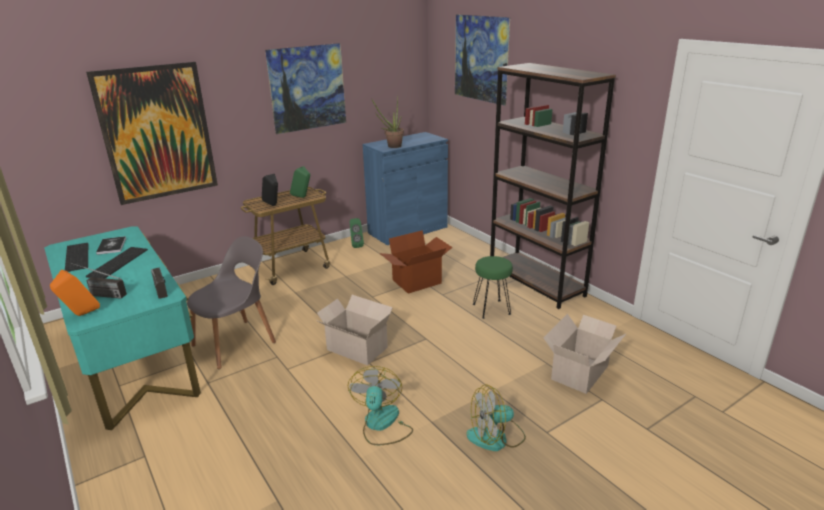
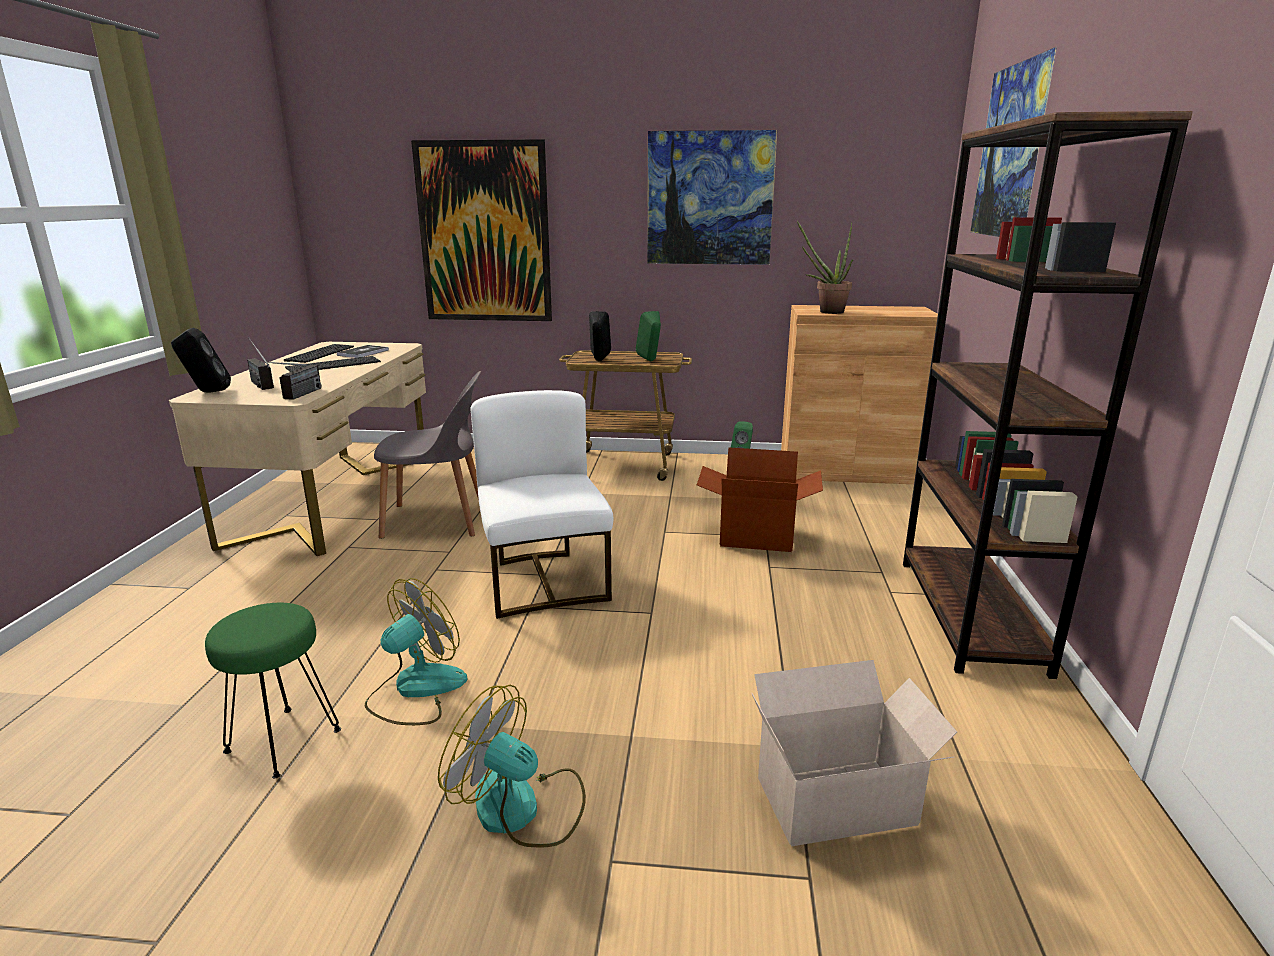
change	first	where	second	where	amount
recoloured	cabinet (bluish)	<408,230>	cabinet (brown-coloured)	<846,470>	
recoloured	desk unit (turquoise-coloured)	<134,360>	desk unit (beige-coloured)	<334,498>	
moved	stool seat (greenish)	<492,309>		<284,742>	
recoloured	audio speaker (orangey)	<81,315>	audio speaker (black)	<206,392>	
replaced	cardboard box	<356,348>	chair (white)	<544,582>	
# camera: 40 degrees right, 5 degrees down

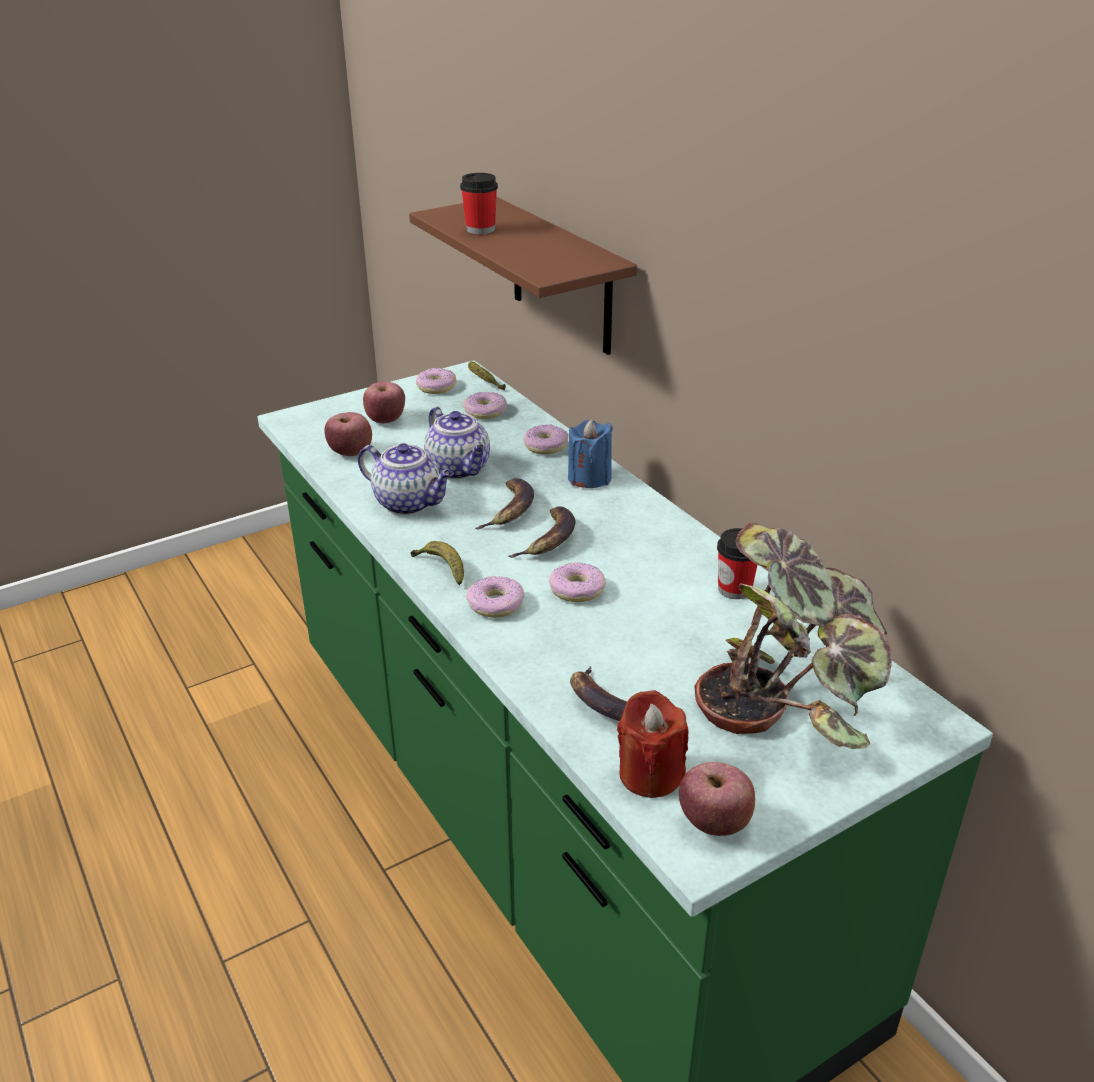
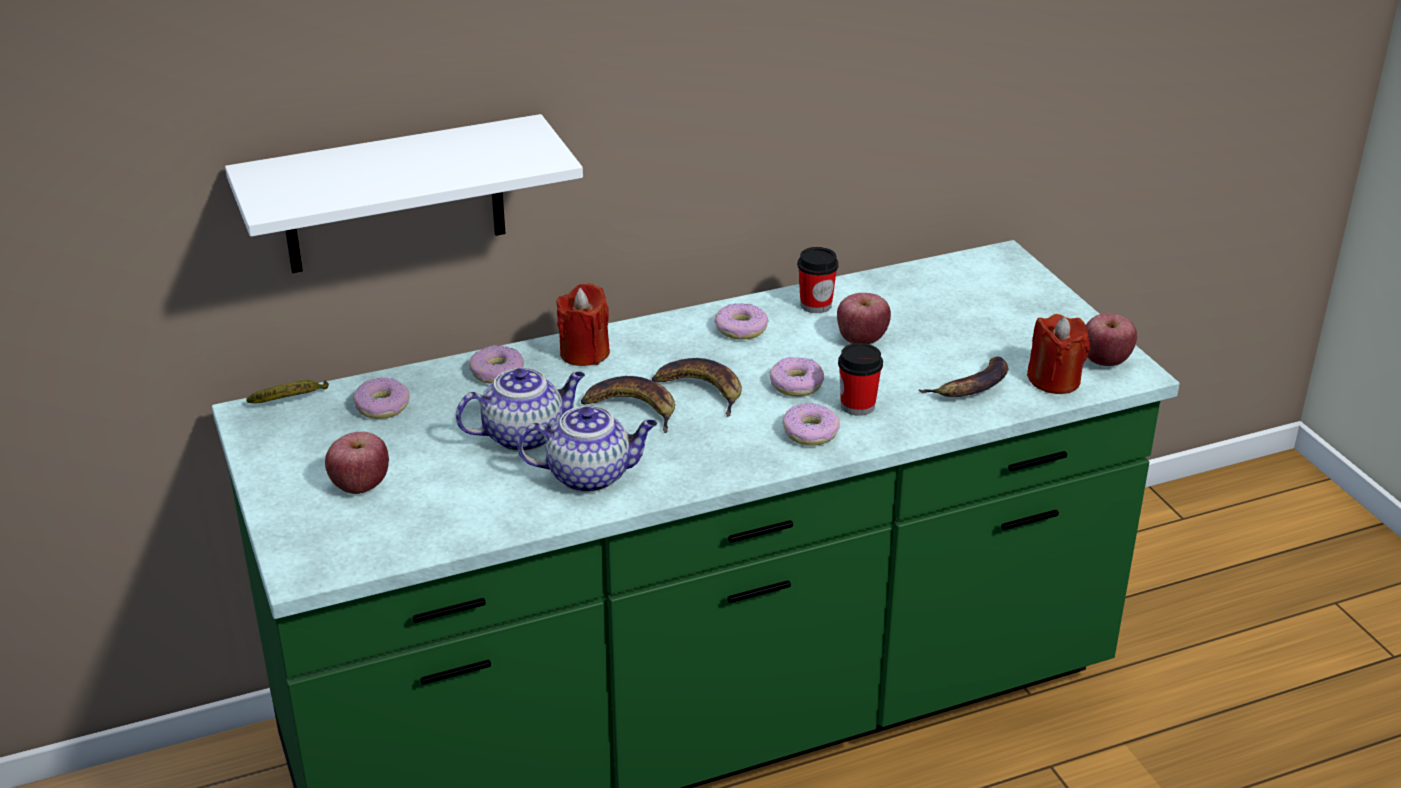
change	first	where	second	where	amount
moved	cup	<480,229>		<857,406>	
recoloured	wall shelf (brown-coloured)	<561,277>	wall shelf (white)	<393,196>	
moved	donut	<436,387>		<741,329>	
moved	whole apple	<351,452>		<862,340>	
recoloured	candle (bluish)	<589,478>	candle (reddish)	<584,353>	
turned	tea pot	<409,503>		<591,475>	45 degrees clockwise
removed	potted plant	<794,690>			
removed	whole banana	<442,568>			
# camera: 80 degrees left, 0 degrees up

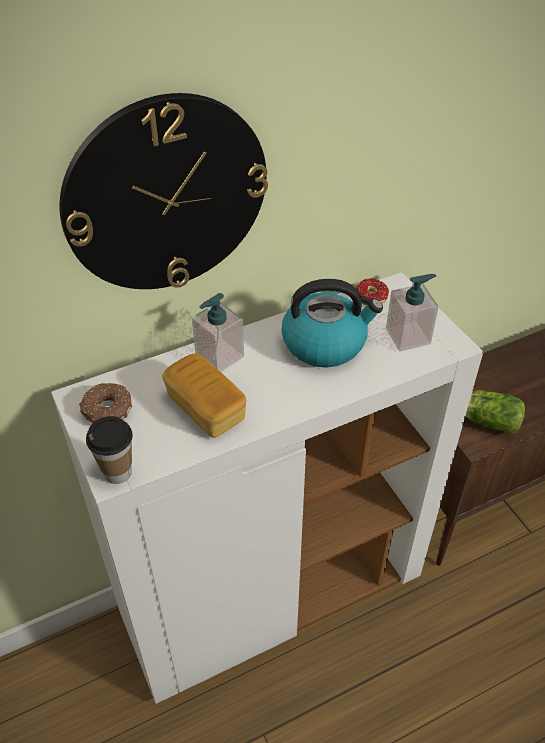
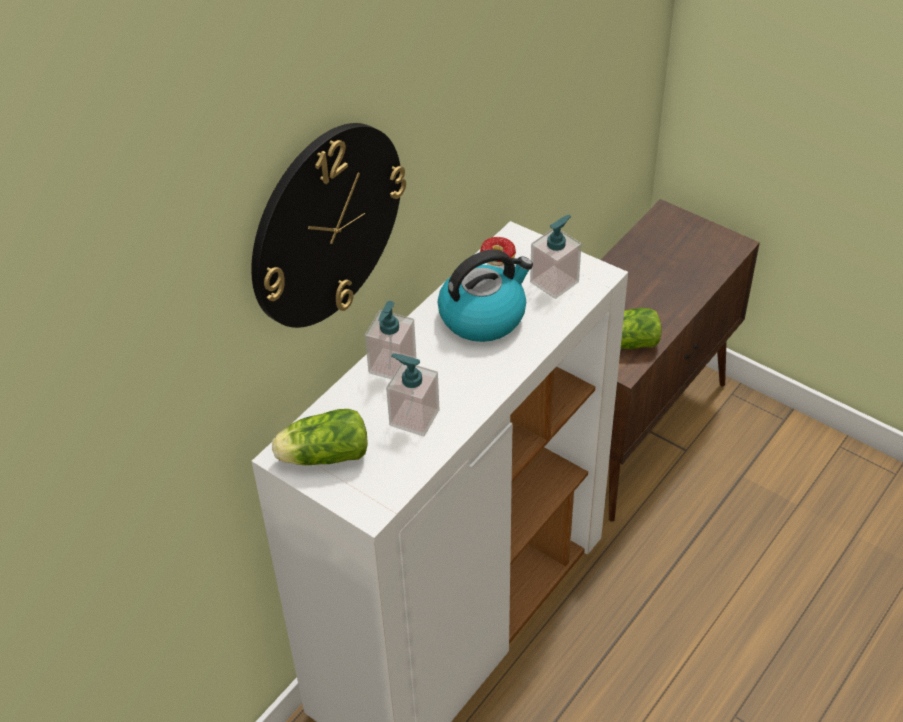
change	first	where	second	where	amount
replaced	bakery bread	<206,408>	liquid soap bottle	<414,417>	
replaced	donut	<107,410>	head of lettuce	<321,456>	
removed	cup	<118,472>			
# camera: 25 degrees left, 0 degrees up

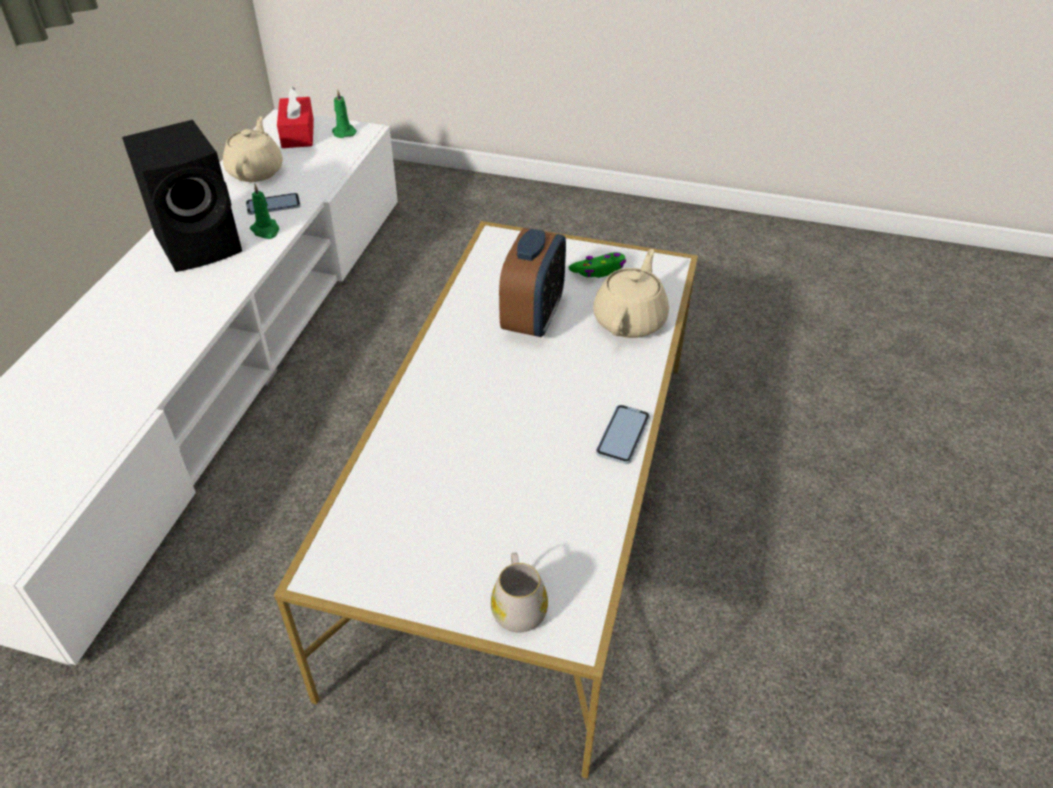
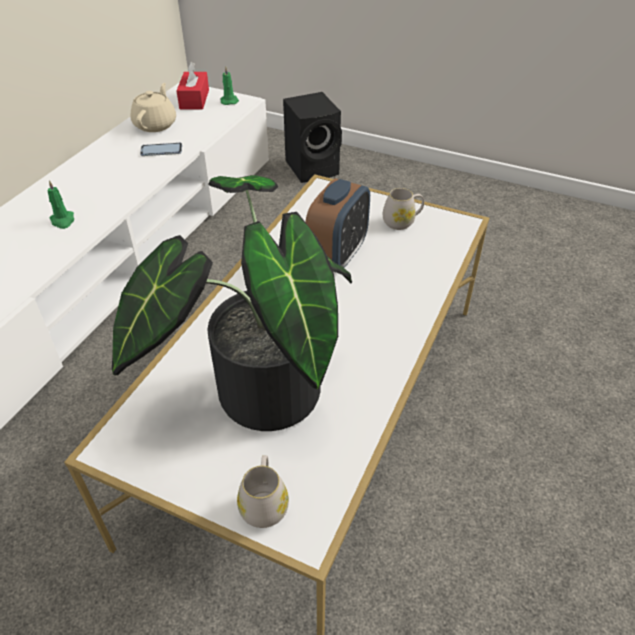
change	first	where	second	where	amount
moved	audio speaker (black)	<202,243>		<314,168>	
moved	candle (greenish)	<266,230>		<63,221>	
removed	tea pot (beige-coloured)	<630,320>			
replaced	game controller (greenish)	<599,270>	coffee mug (white)	<402,222>	
removed	phone	<623,435>			
added			potted plant	<256,391>	
# camera: 10 degrees right, 0 degrees up

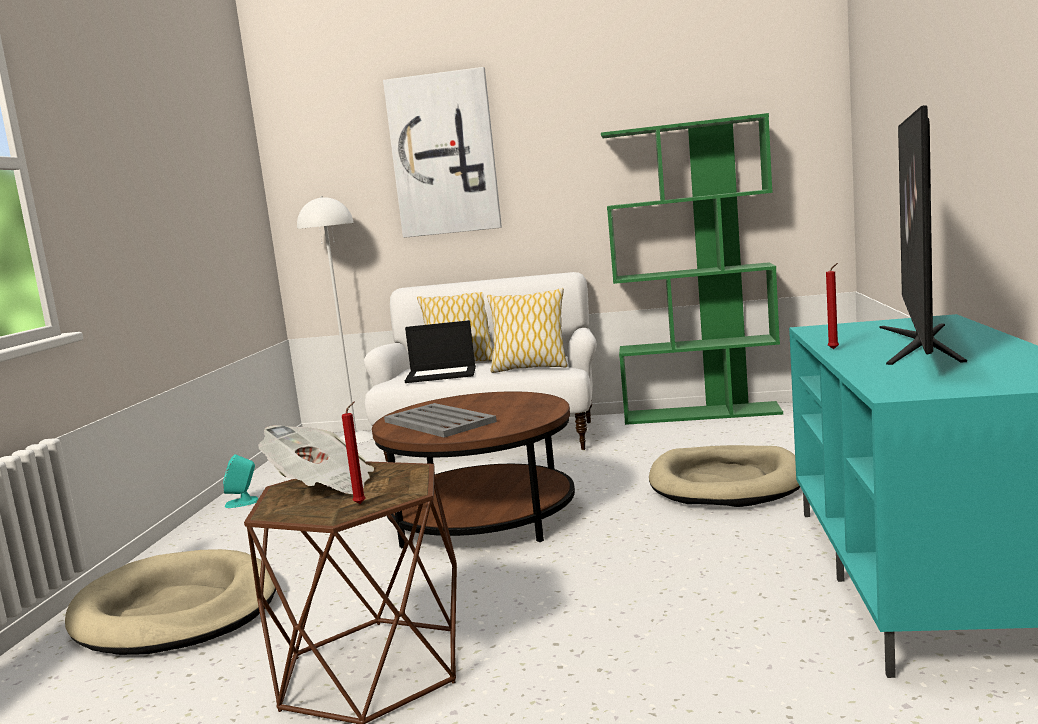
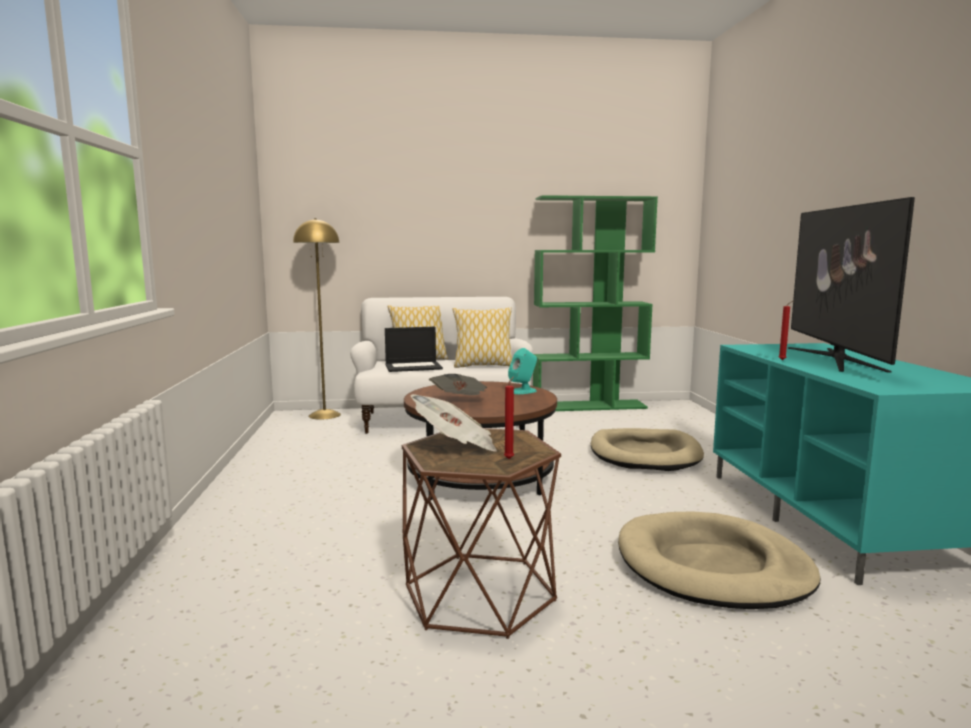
change	first	where	second	where	amount
removed	picture	<443,154>			
recoloured	standing lamp (white)	<356,438>	standing lamp (yellow-coloured)	<324,415>	
replaced	serving tray (grey)	<438,421>	daily paper	<460,401>	
moved	audio speaker (turquoise-coloured)	<242,502>		<523,391>	
moved	pet bed (beige-coloured)	<176,611>		<712,567>	
# camera: 15 degrees left, 0 degrees up

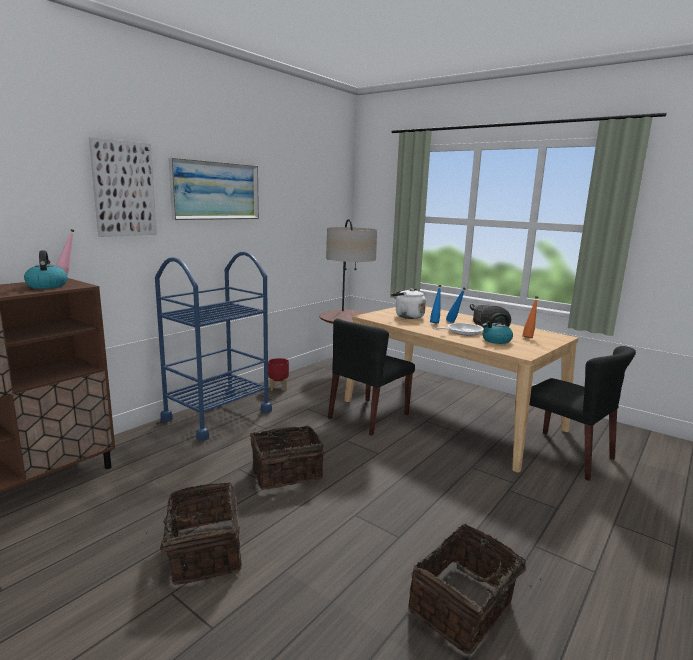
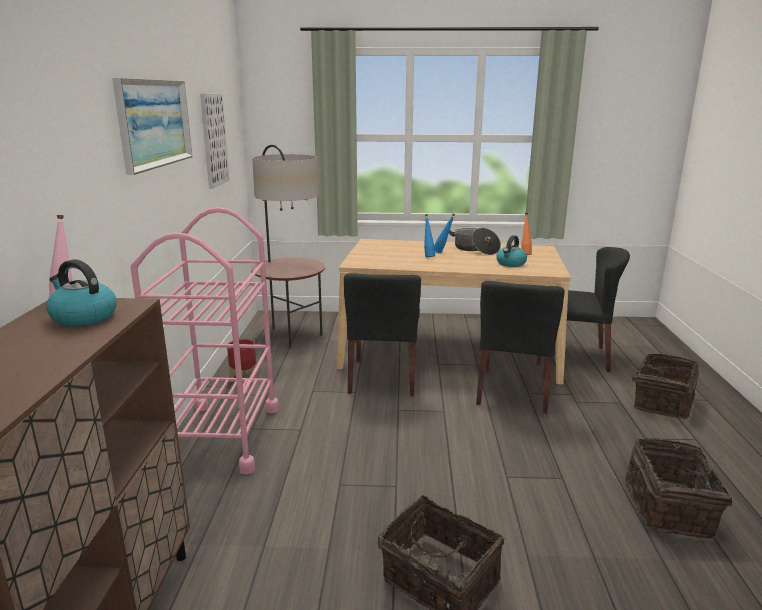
change	first	where	second	where	amount
moved	picture	<124,189>		<214,140>	
recoloured	wheeled cart (bluish)	<217,415>	wheeled cart (pinkish)	<222,436>	
removed	tea kettle (white)	<407,316>			
removed	frying pan	<461,332>			
moved	household basket	<286,473>		<661,402>	
added			chair (black)	<513,390>	
# camera: 35 degrees left, 5 degrees up

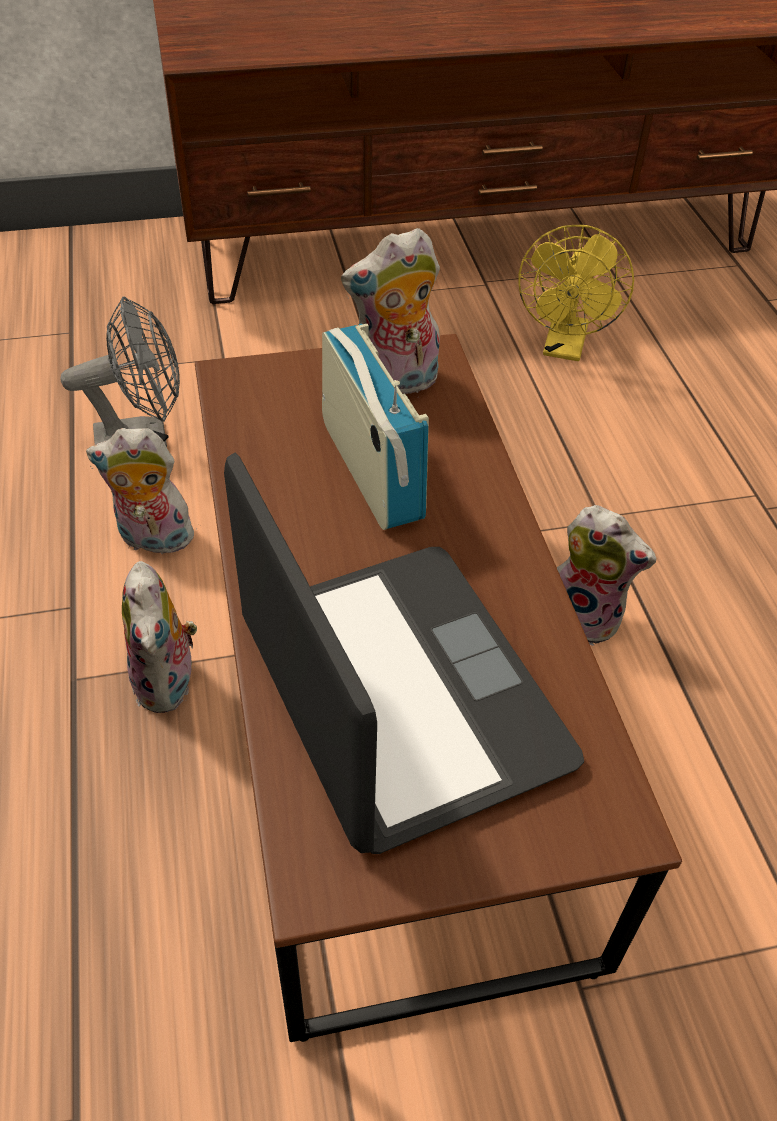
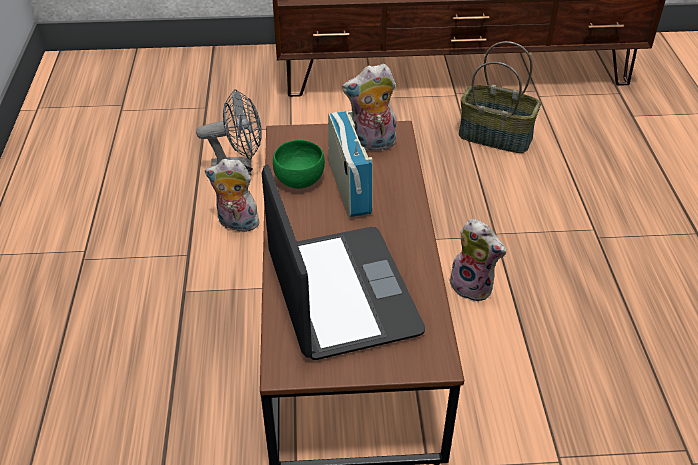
change	first	where	second	where	amount
replaced	fan (yellow-coloured)	<564,348>	household basket	<496,136>	
removed	cuddly toy	<169,683>			
added			bowl (greenish)	<299,180>	
# camera: 10 degrees right, 5 degrees down

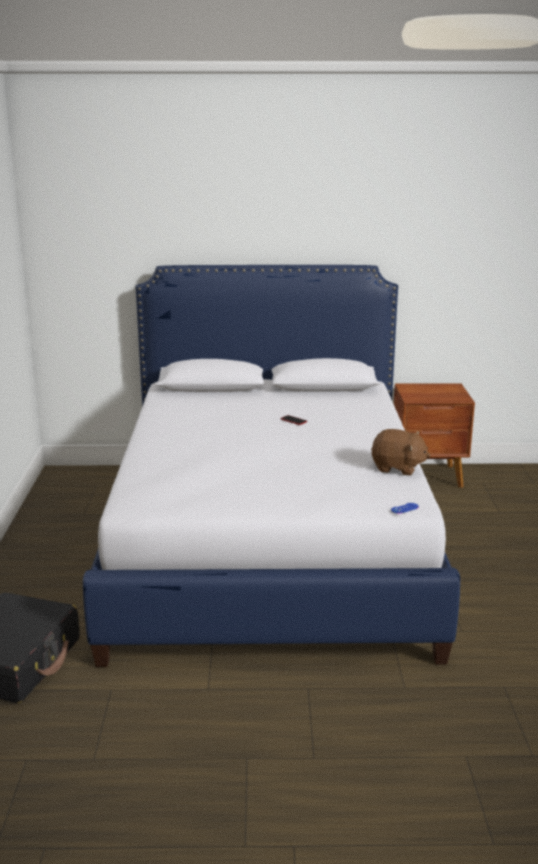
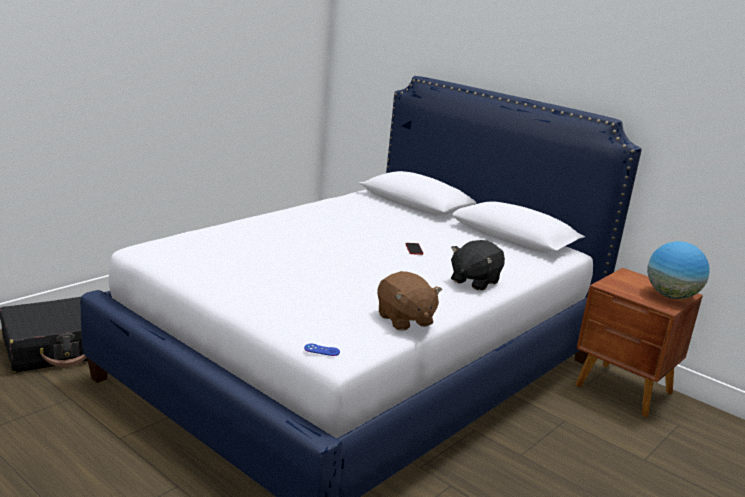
change	first	where	second	where	amount
added			cuddly toy (black)	<474,281>	
added			globe	<671,296>	
# camera: 40 degrees right, 0 degrees up

